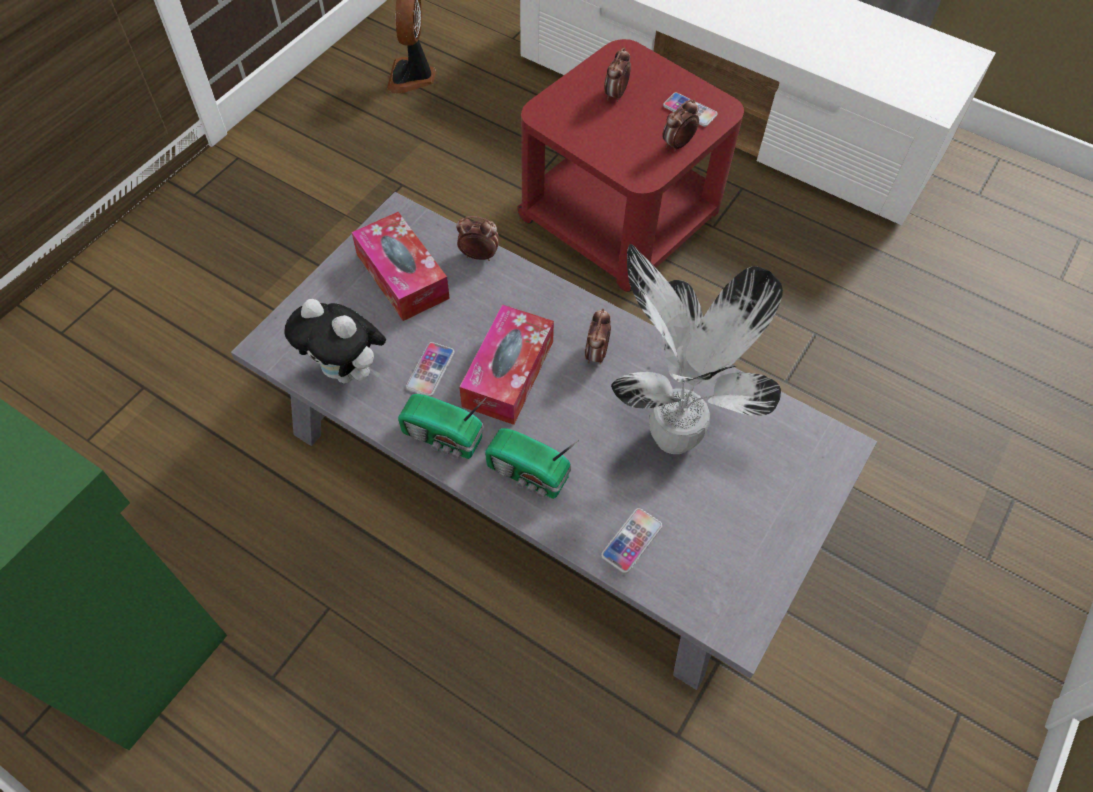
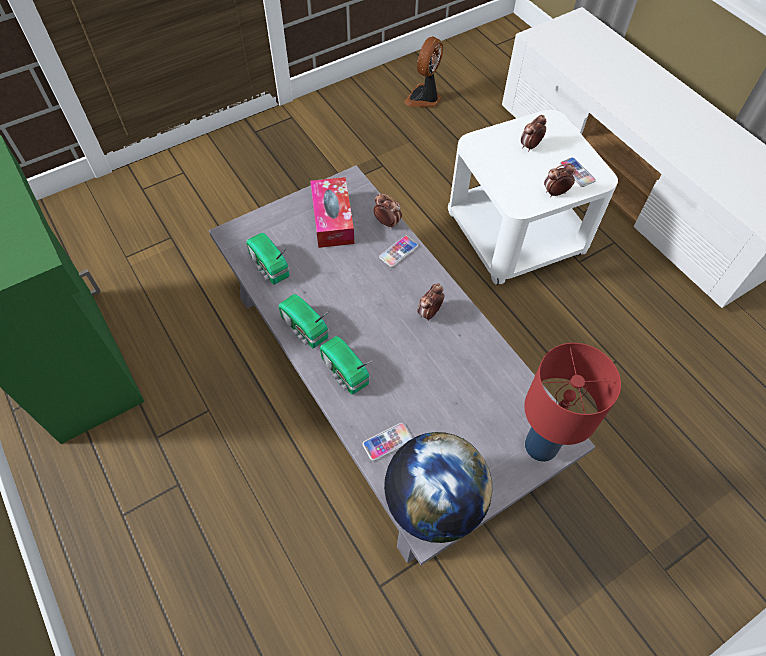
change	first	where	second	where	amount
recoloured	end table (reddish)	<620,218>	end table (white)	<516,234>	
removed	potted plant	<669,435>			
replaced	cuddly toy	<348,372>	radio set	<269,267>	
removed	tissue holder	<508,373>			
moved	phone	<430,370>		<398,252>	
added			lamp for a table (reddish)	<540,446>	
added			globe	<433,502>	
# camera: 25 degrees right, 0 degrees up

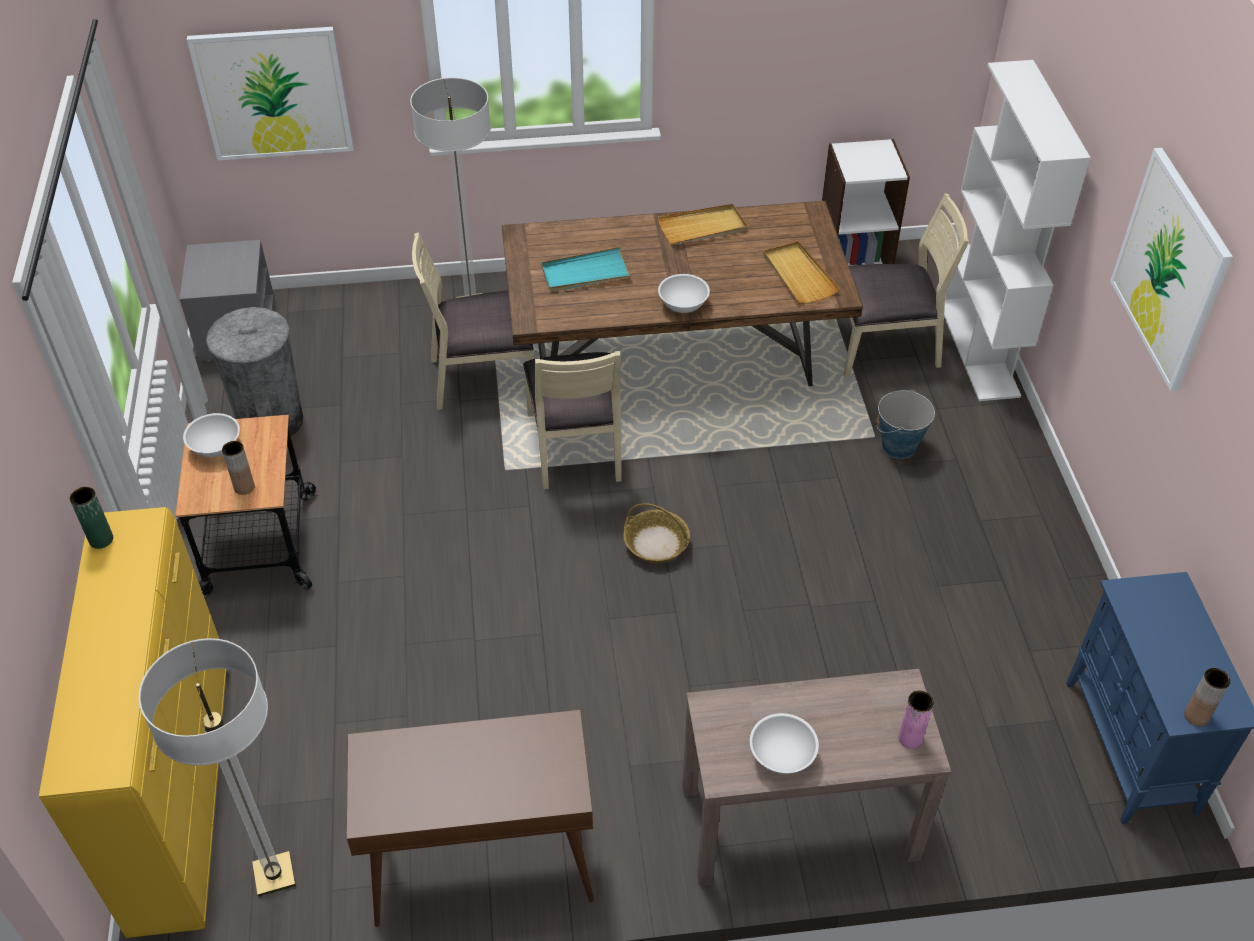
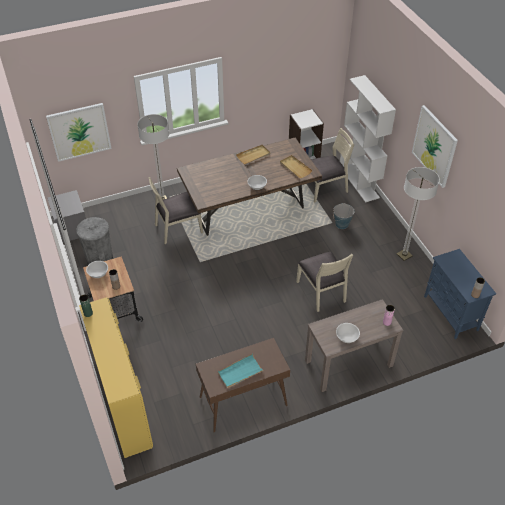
change	first	where	second	where	amount
moved	serving tray (turquoise-coloured)	<585,273>		<240,372>	
moved	chair (beige-coloured)	<576,447>		<322,291>	
removed	household basket	<656,543>			
moved	standing lamp	<274,875>		<404,255>	
# camera: 15 degrees left, 0 degrees up

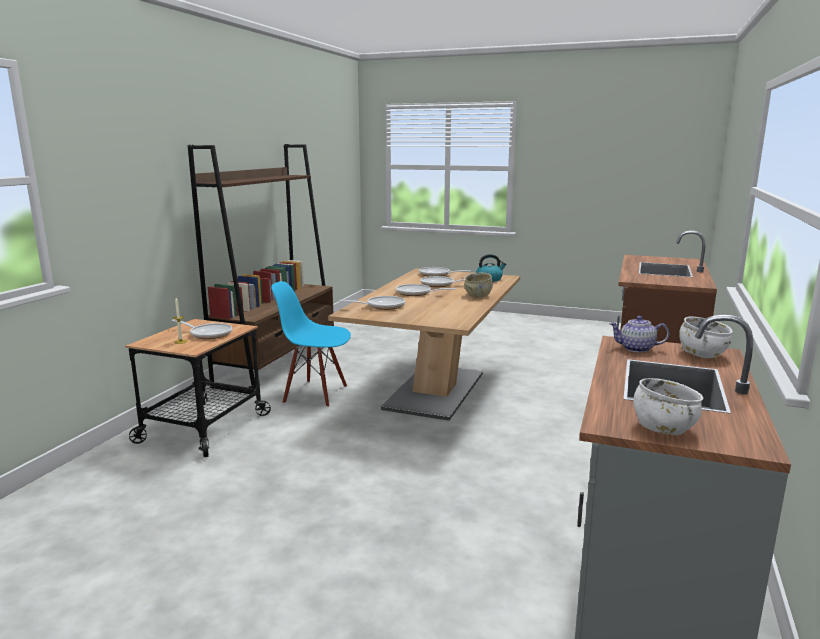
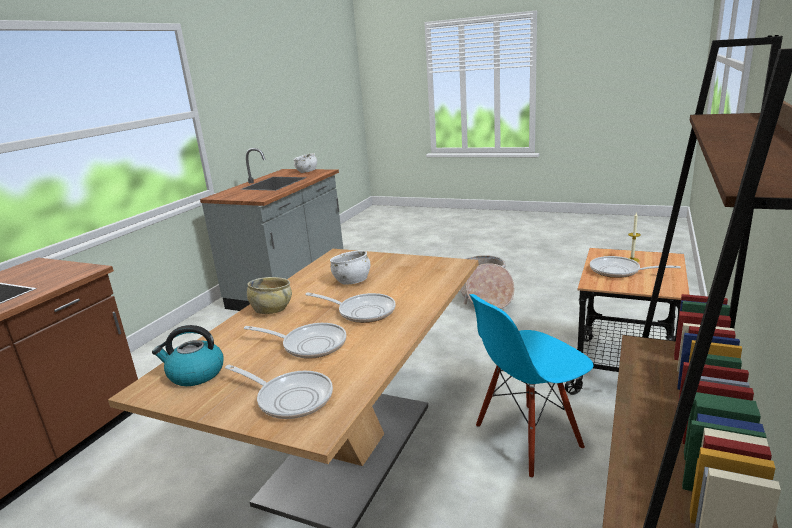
change	first	where	second	where	amount
turned	chair (bluish)	<316,394>		<528,438>	135 degrees clockwise
removed	frying pan	<382,306>			
removed	tea pot	<636,349>			
moved	bowl (white)	<701,354>		<352,281>	
added			household basket	<485,296>	
# camera: 175 degrees left, 5 degrees up

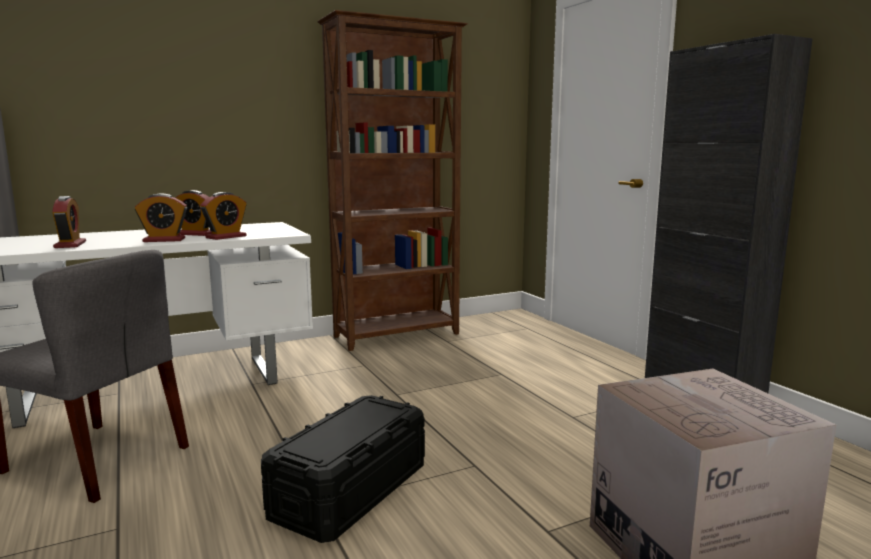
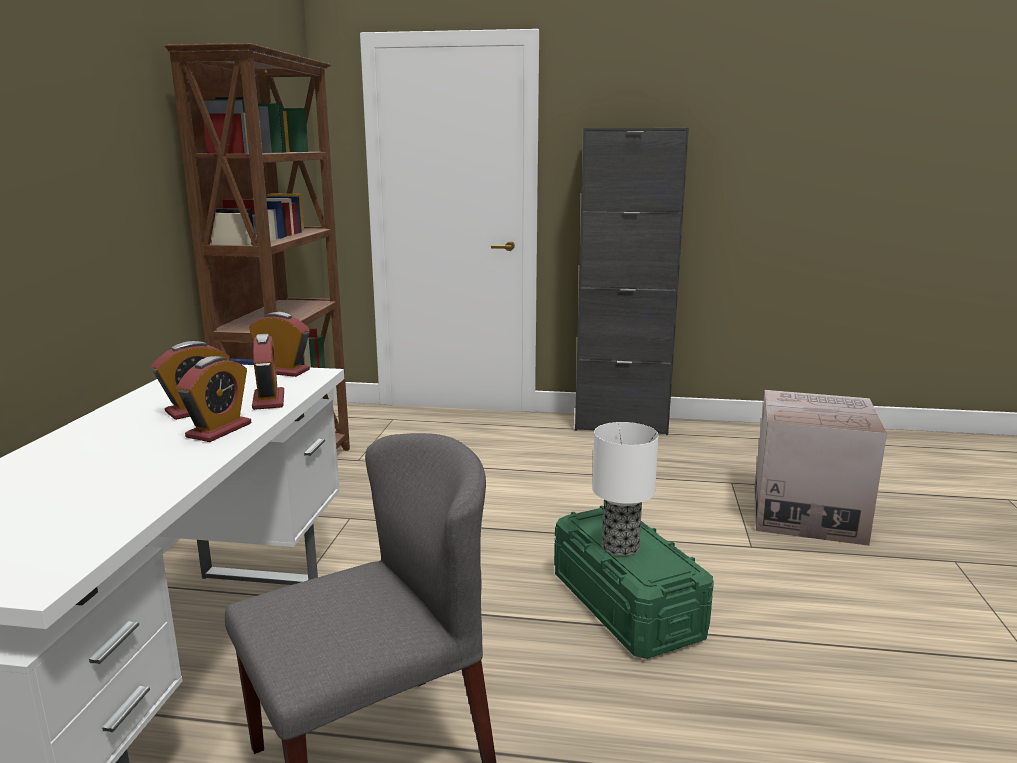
change	first	where	second	where	amount
moved	bedside clock	<70,245>		<283,371>	
recoloured	storage bin (black)	<350,491>	storage bin (greenish)	<626,605>	
added			lamp for a table	<621,546>	
# camera: 55 degrees left, 5 degrees up

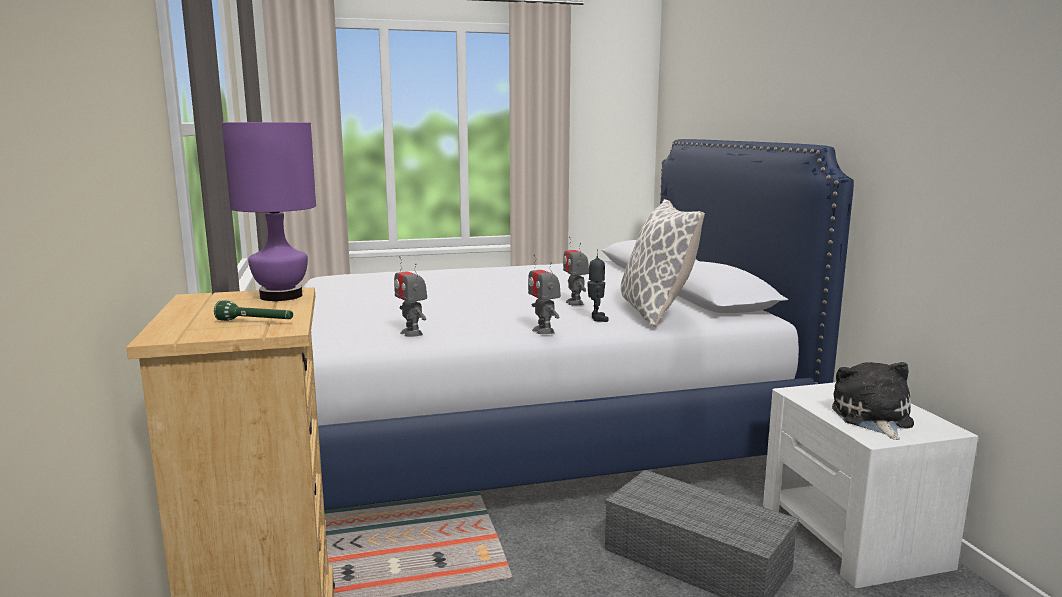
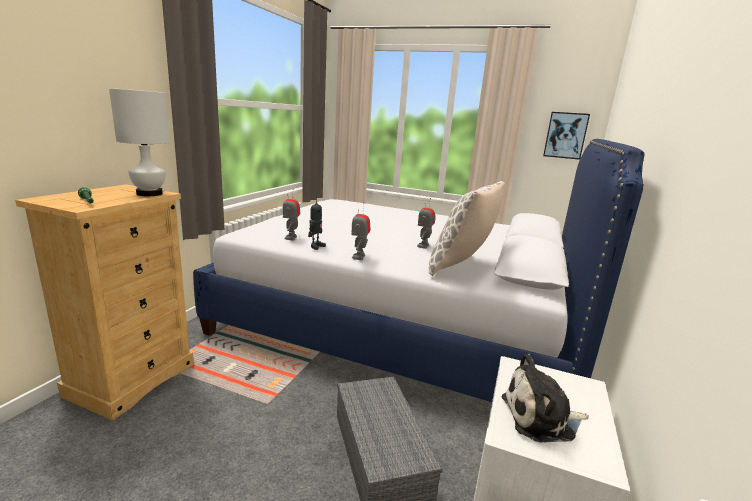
change	first	where	second	where	amount
recoloured	lamp for a table (purplish)	<281,296>	lamp for a table (white)	<149,194>	
moved	toy robot	<596,319>		<316,246>	
turned	cuddly toy	<872,418>		<541,418>	135 degrees counterclockwise
added			picture	<565,135>	
# camera: 35 degrees right, 5 degrees up

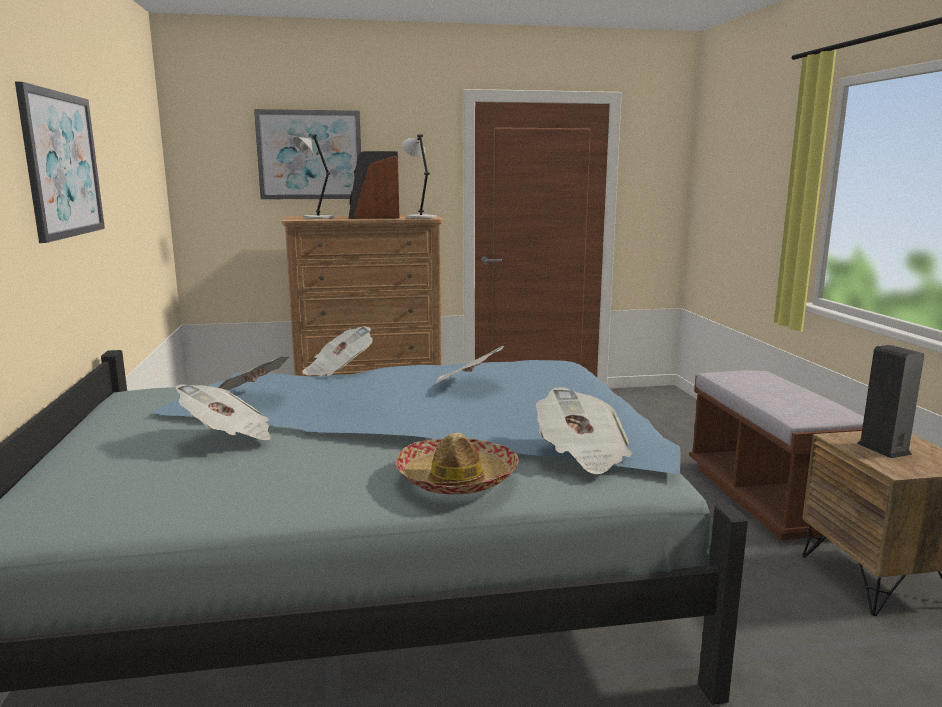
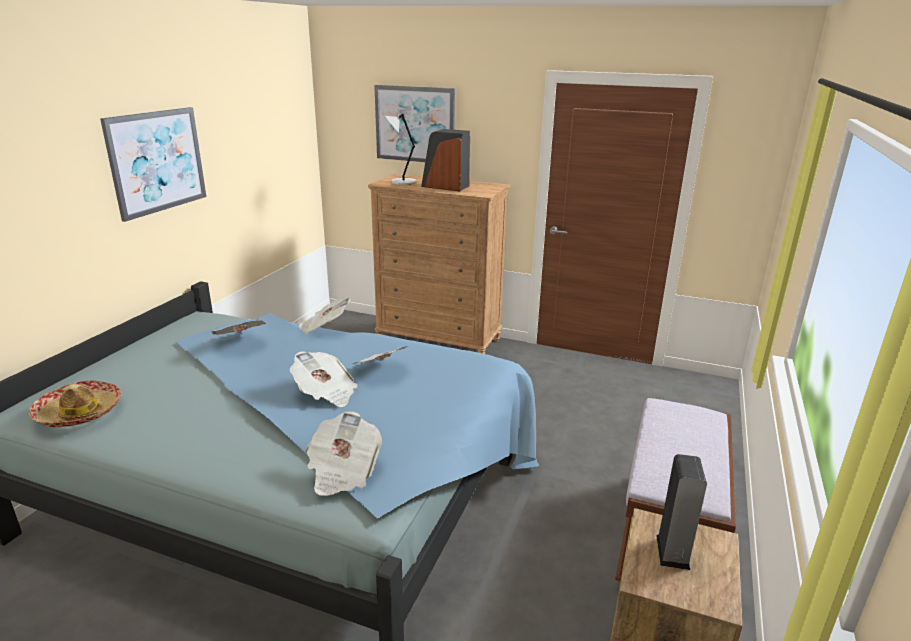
change	first	where	second	where	amount
removed	lamp for a table (grey)	<420,217>			
moved	daily paper	<229,435>		<325,393>	
moved	hat	<457,479>		<79,412>	
# camera: 30 degrees right, 10 degrees up

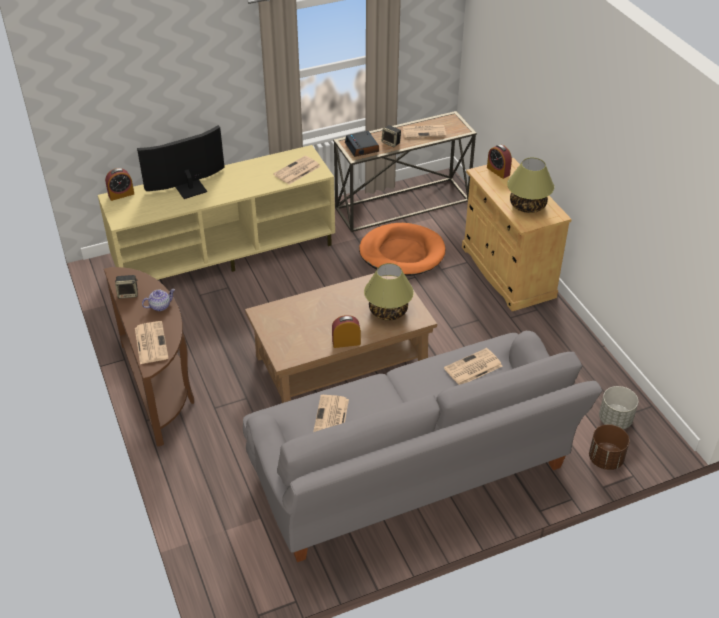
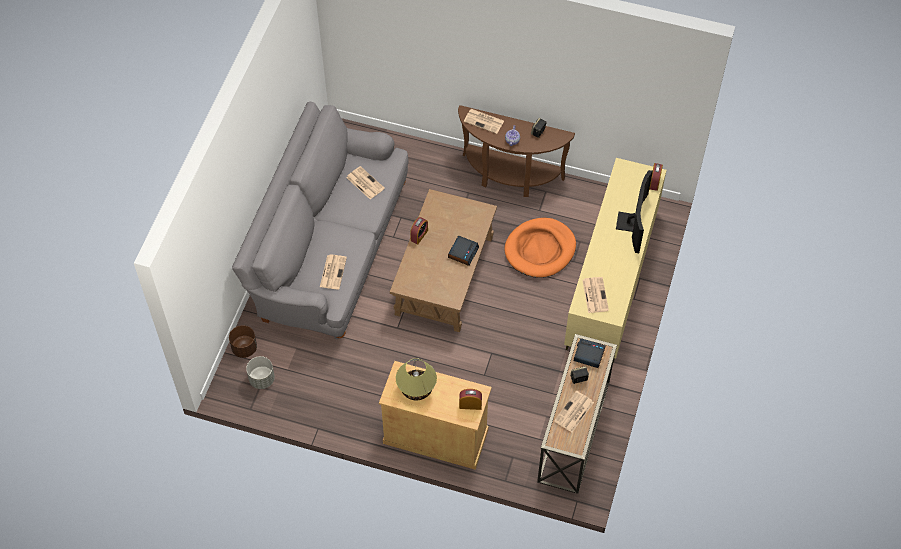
change	first	where	second	where	amount
moved	pet bed (orangey)	<402,253>		<540,250>	
removed	lamp for a table	<387,311>			
added			bedside clock	<463,252>	
# camera: 130 degrees right, 15 degrees up

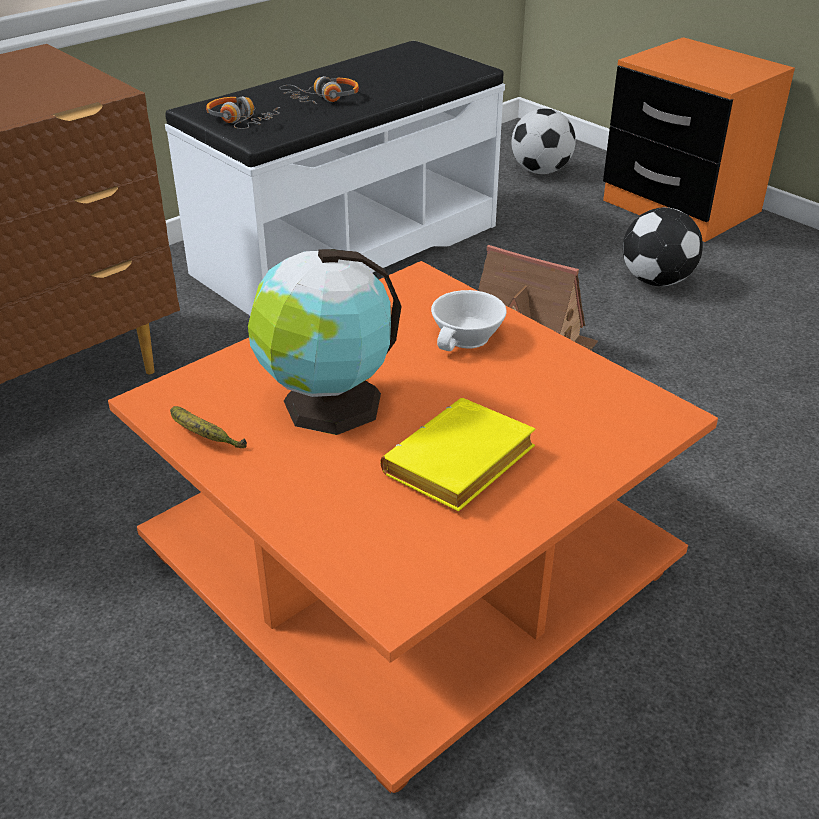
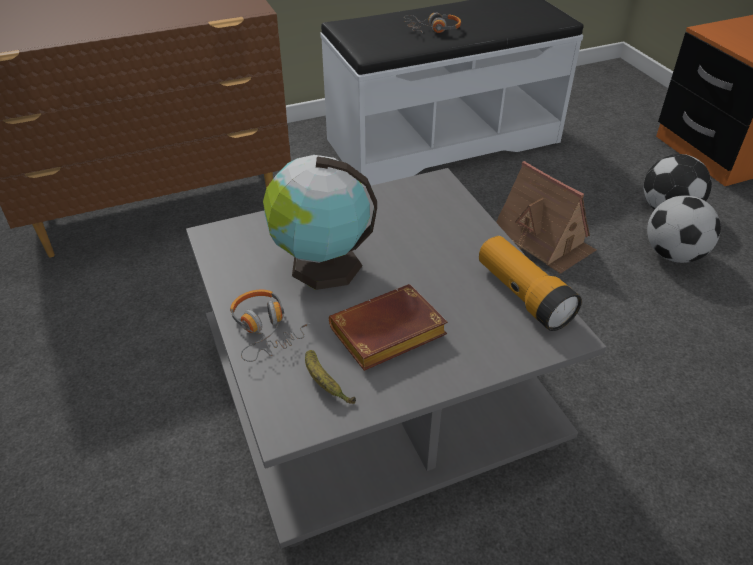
change	first	where	second	where	amount
moved	pair of headphones	<241,121>		<265,329>	
moved	ball for football	<540,171>		<673,254>	
recoloured	coffee table (orangey)	<403,566>	coffee table (grey)	<372,386>	
removed	cup (white)	<468,338>			
recoloured	volume (yellow-coloured)	<459,467>	volume (brown-coloured)	<386,336>	
moved	whole banana	<203,437>		<325,383>	
added			torch	<523,296>	
# camera: 20 degrees right, 5 degrees up

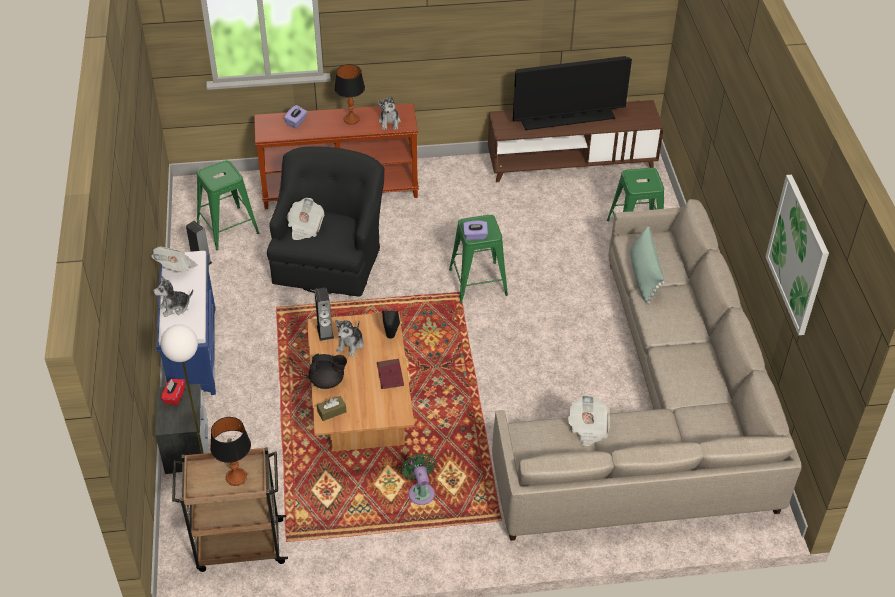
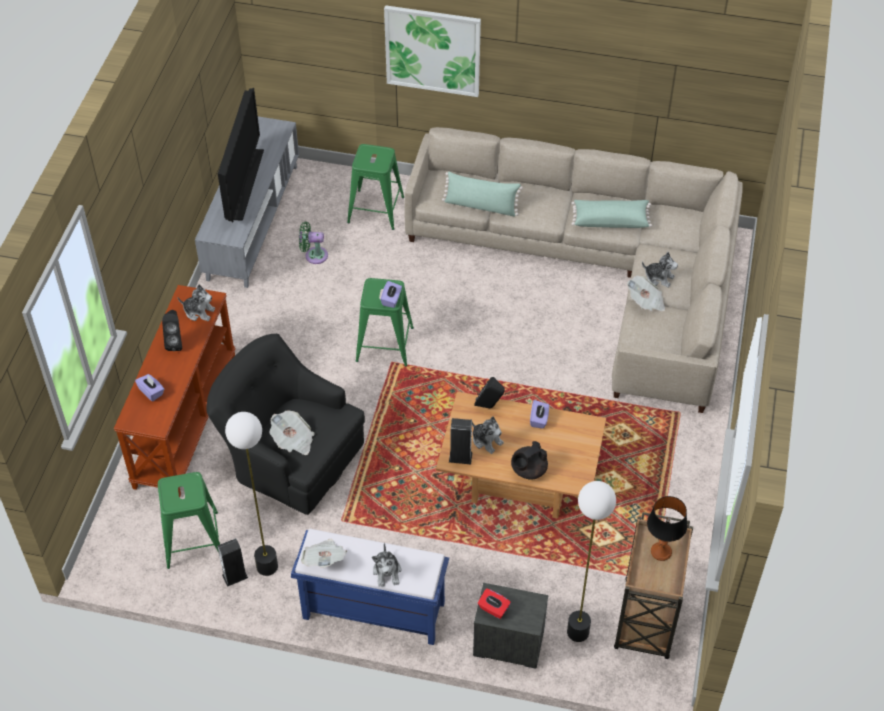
change	first	where	second	where	amount
replaced	lamp for a table	<351,119>	audio speaker (black)	<175,342>	
recoloured	tv unit (brown-coloured)	<571,163>	tv unit (grey)	<253,222>	
moved	picture	<798,254>		<433,50>	
turned	tea pot (black)	<328,381>		<528,470>	150 degrees counterclockwise
replaced	volume (reddish)	<390,375>	tissue holder (purplish)	<539,419>	
removed	tissue holder (brown-coloured)	<332,412>			
moved	fan (greenish)	<420,491>		<313,255>	
added			pillow (greenish)	<610,220>	
added			cuddly toy	<659,277>	
added			standing lamp	<266,566>	
# camera: 70 degrees left, 5 degrees up

